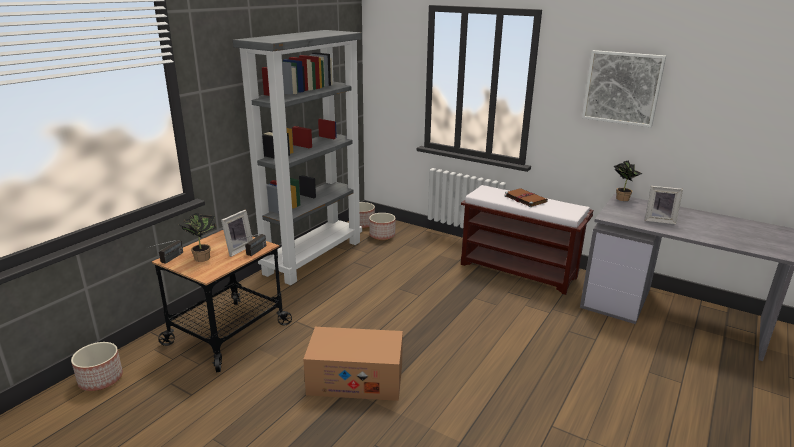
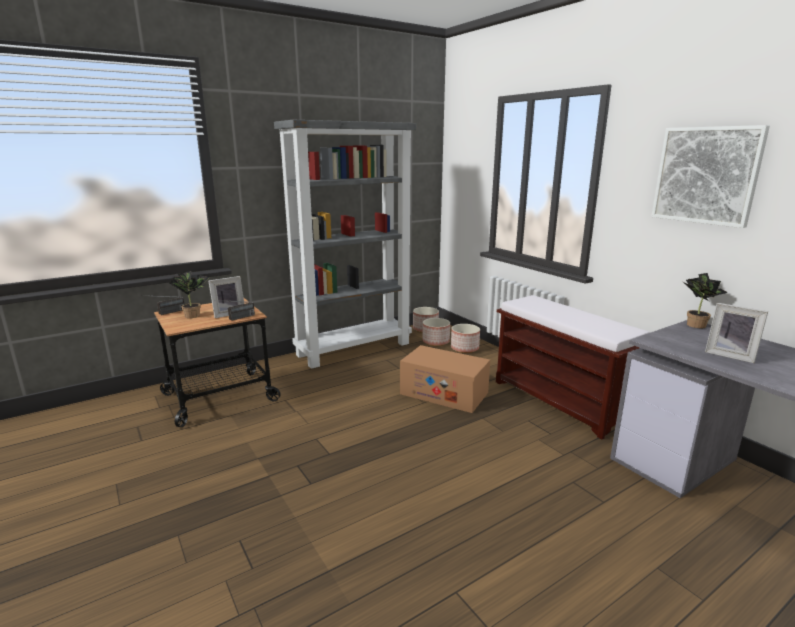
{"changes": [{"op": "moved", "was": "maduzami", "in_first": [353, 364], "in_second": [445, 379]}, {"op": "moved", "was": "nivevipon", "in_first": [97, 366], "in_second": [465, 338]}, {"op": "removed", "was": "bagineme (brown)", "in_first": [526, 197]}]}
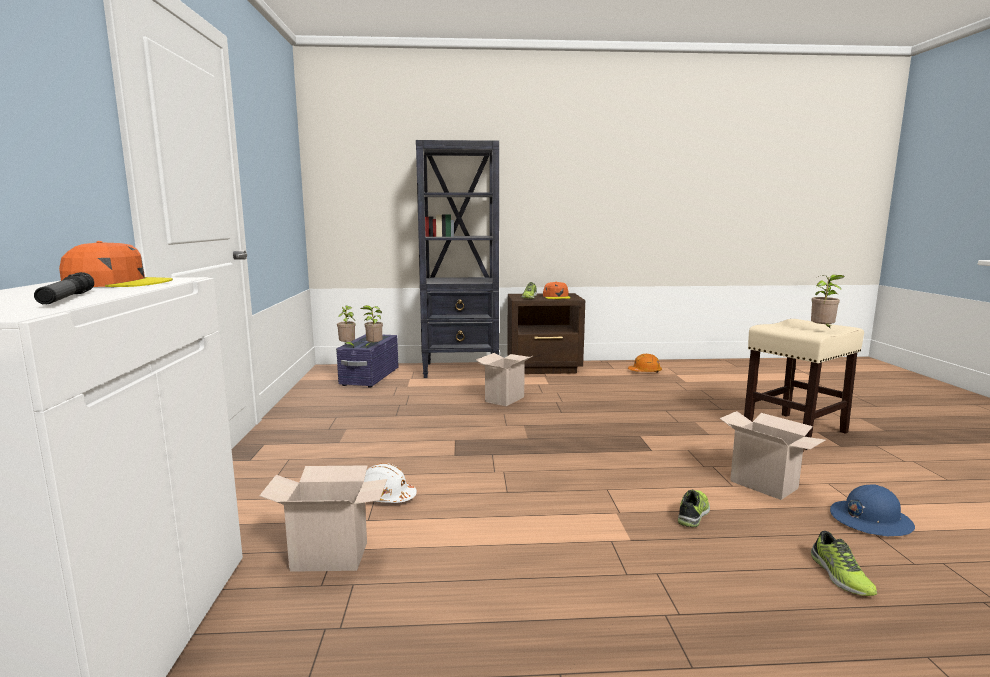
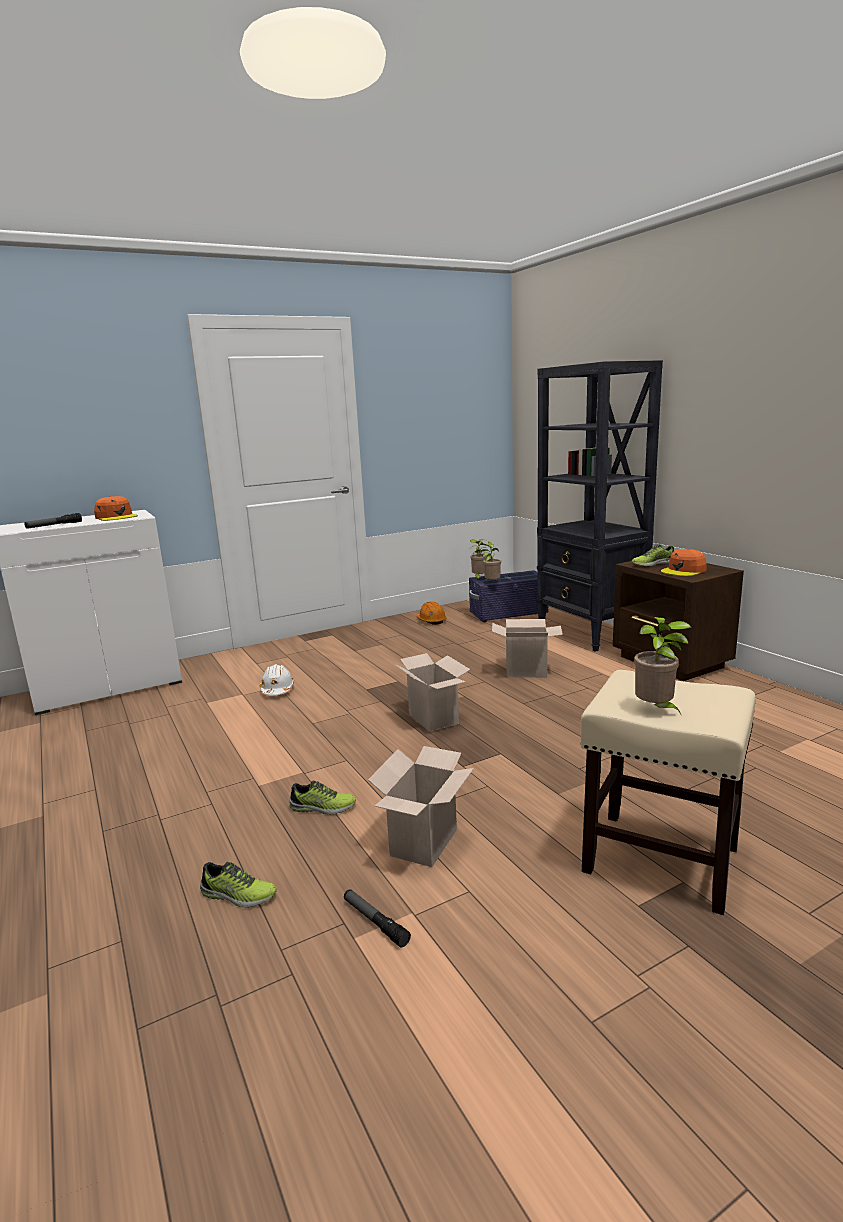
{"changes": [{"op": "turned", "was": "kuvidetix", "in_first": [844, 563], "in_second": [238, 885], "clockwise": -135}, {"op": "replaced", "was": "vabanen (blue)", "now": "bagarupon", "in_first": [872, 510], "in_second": [377, 918]}, {"op": "moved", "was": "maduzami", "in_first": [323, 518], "in_second": [432, 692]}, {"op": "moved", "was": "vabanen (orange)", "in_first": [645, 363], "in_second": [431, 613]}]}
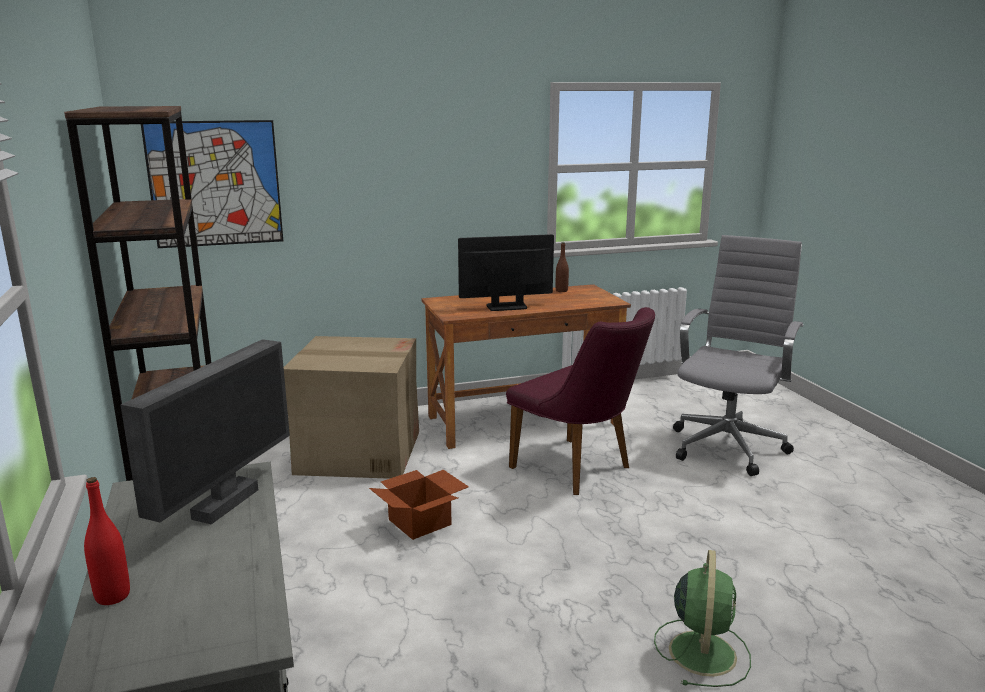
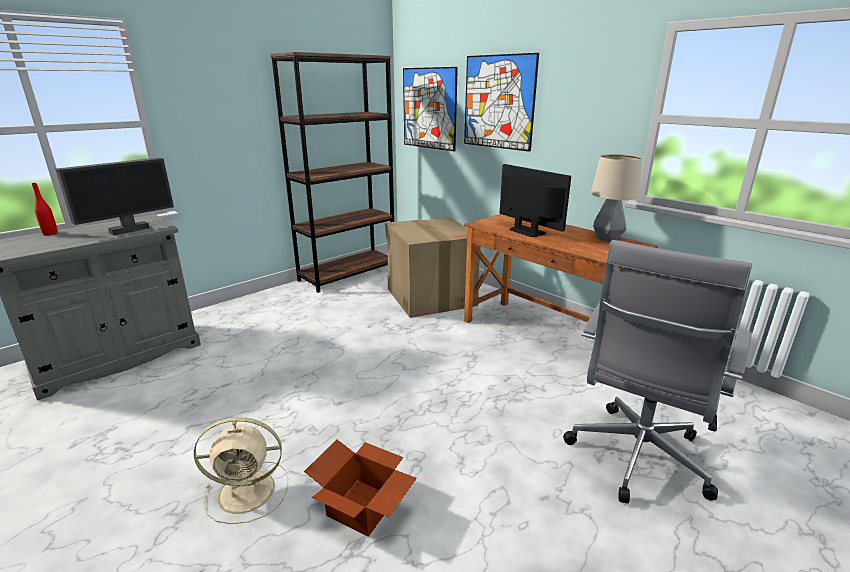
{"changes": [{"op": "turned", "was": "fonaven", "in_first": [205, 431], "in_second": [114, 197], "clockwise": -45}, {"op": "recoloured", "was": "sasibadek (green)", "now": "sasibadek (beige)", "in_first": [702, 618], "in_second": [241, 470]}, {"op": "moved", "was": "maduzami", "in_first": [419, 505], "in_second": [360, 488]}, {"op": "added", "now": "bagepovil", "in_second": [501, 102]}, {"op": "turned", "was": "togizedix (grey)", "in_first": [738, 355], "in_second": [657, 372], "clockwise": 120}, {"op": "replaced", "was": "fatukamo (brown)", "now": "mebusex", "in_first": [562, 267], "in_second": [616, 198]}, {"op": "removed", "was": "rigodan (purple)", "in_first": [580, 401]}]}
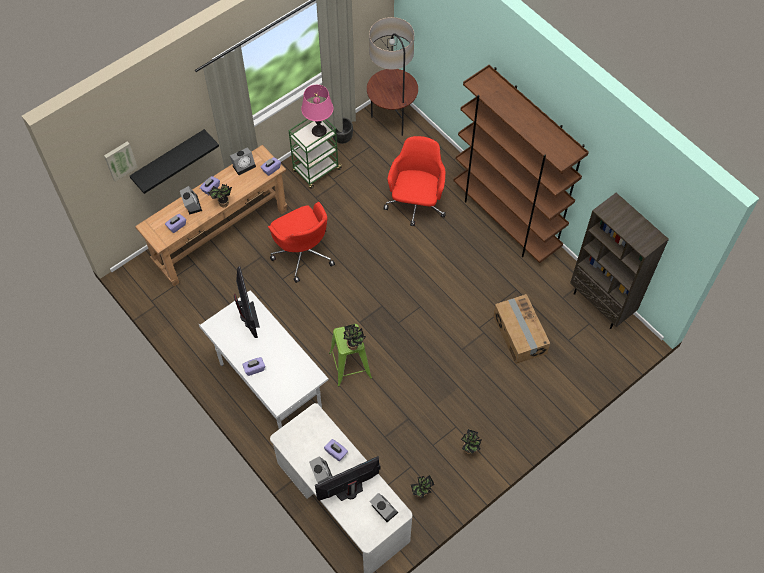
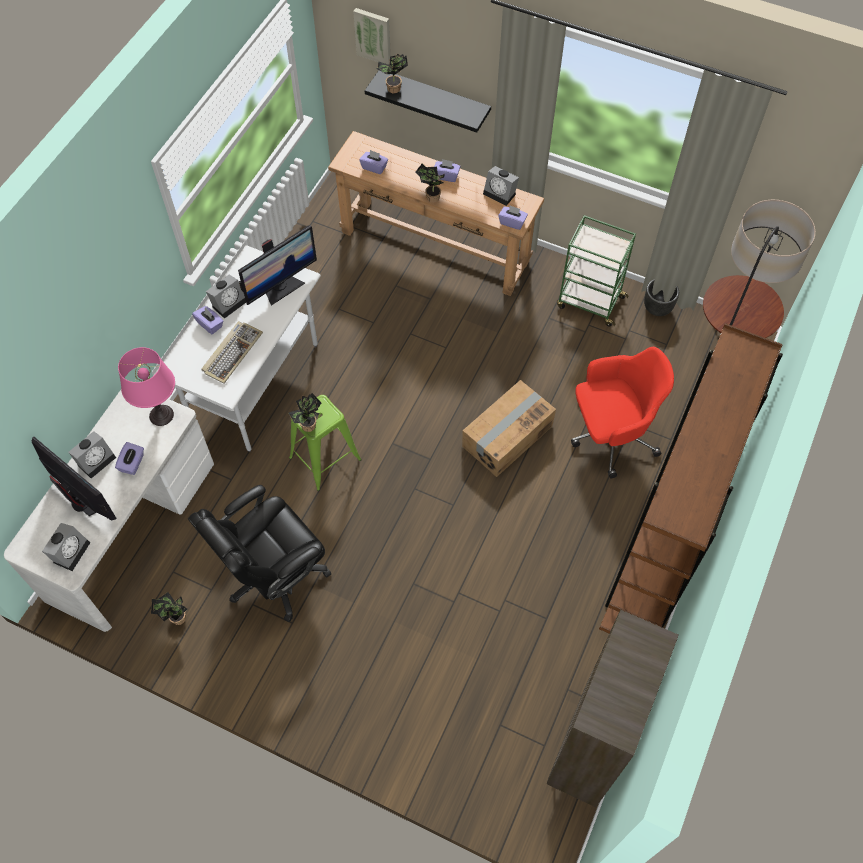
{"changes": [{"op": "moved", "was": "mebusex (pink)", "in_first": [317, 111], "in_second": [146, 386]}, {"op": "added", "now": "togizedix (black)", "in_second": [259, 553]}, {"op": "added", "now": "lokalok", "in_second": [232, 352]}, {"op": "moved", "was": "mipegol", "in_first": [191, 200], "in_second": [226, 297]}, {"op": "moved", "was": "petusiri", "in_first": [471, 441], "in_second": [392, 73]}, {"op": "moved", "was": "maduzami", "in_first": [521, 329], "in_second": [509, 428]}, {"op": "removed", "was": "togizedix (red)", "in_first": [301, 242]}]}
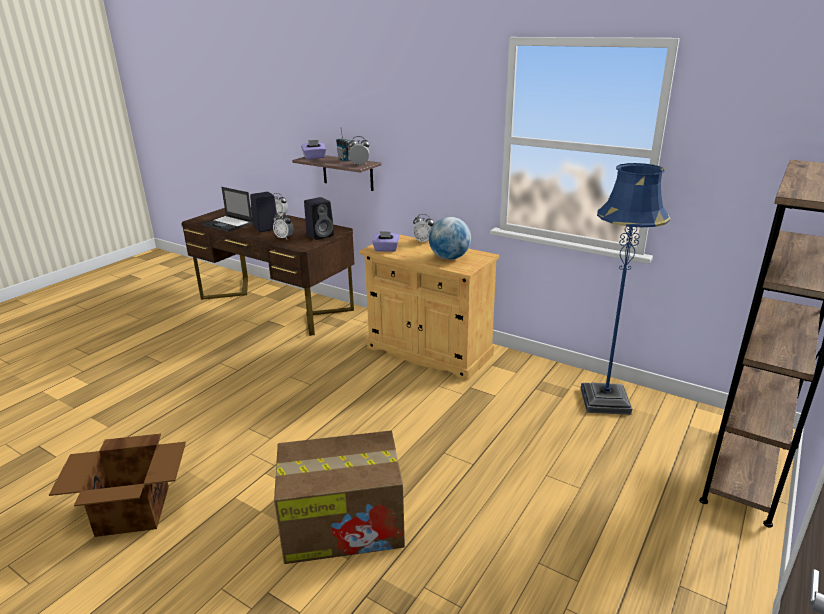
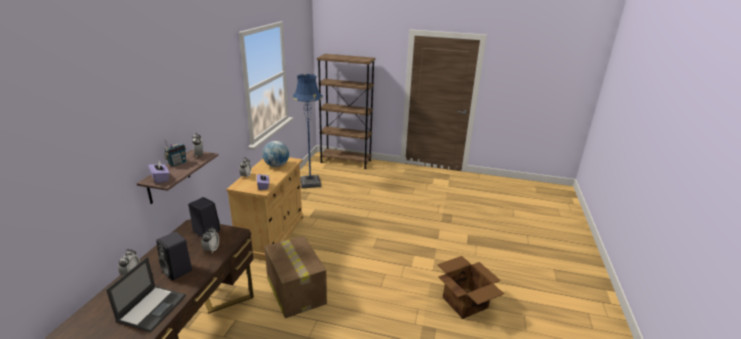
{"changes": [{"op": "moved", "was": "maduzami", "in_first": [339, 497], "in_second": [295, 277]}]}
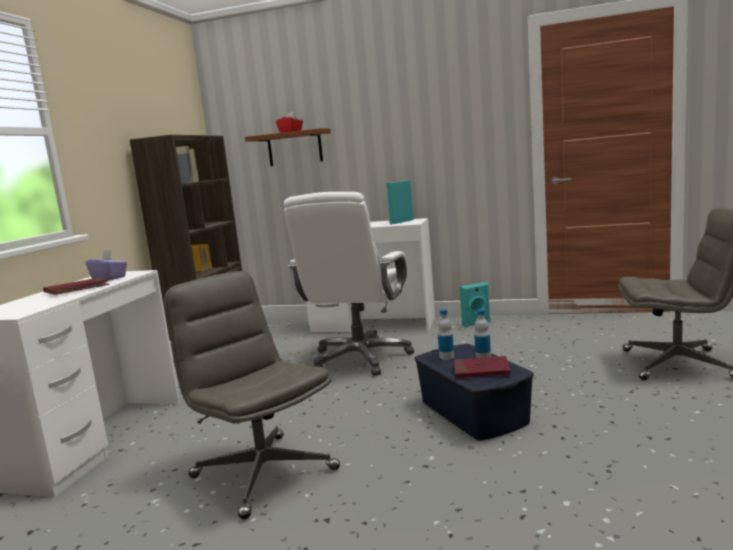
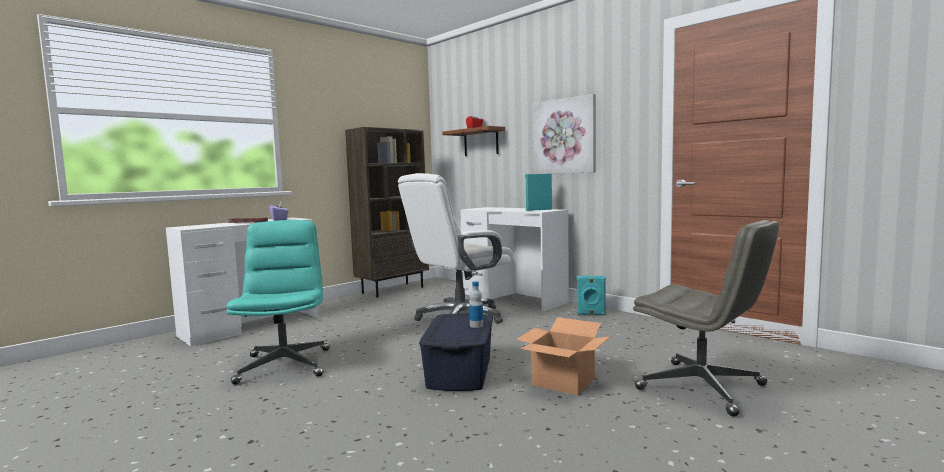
{"changes": [{"op": "recoloured", "was": "togizedix (grey)", "now": "togizedix (turquoise)", "in_first": [252, 395], "in_second": [278, 302]}, {"op": "added", "now": "maduzami", "in_second": [563, 356]}, {"op": "added", "now": "bagepovil", "in_second": [564, 134]}, {"op": "removed", "was": "fatukamo", "in_first": [446, 334]}, {"op": "removed", "was": "bagineme (red)", "in_first": [482, 367]}]}
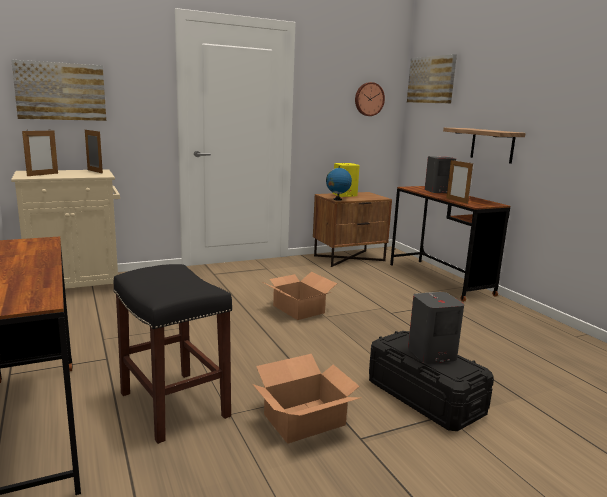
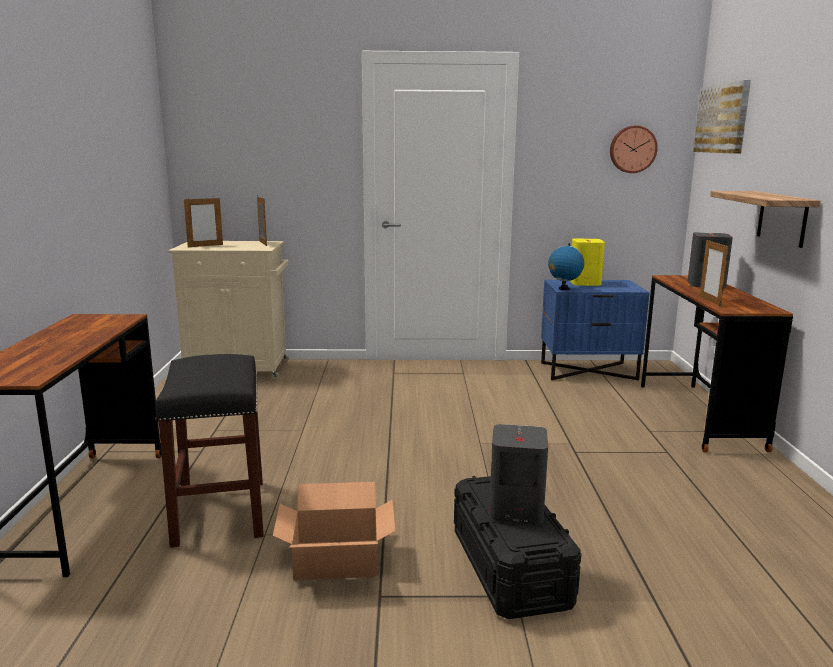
{"changes": [{"op": "recoloured", "was": "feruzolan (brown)", "now": "feruzolan (blue)", "in_first": [352, 229], "in_second": [595, 330]}, {"op": "removed", "was": "bagepovil", "in_first": [58, 90]}, {"op": "removed", "was": "maduzami", "in_first": [300, 296]}]}
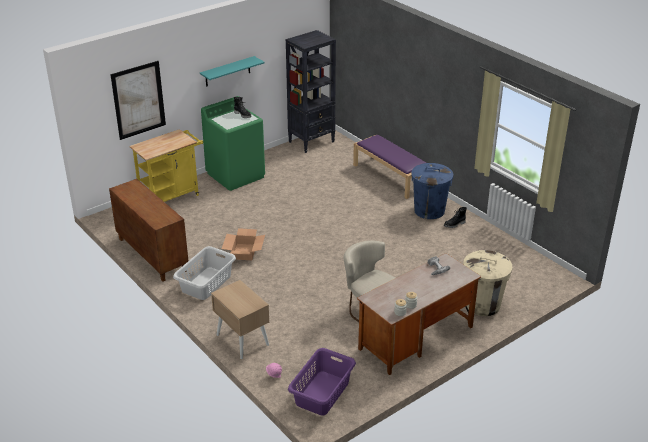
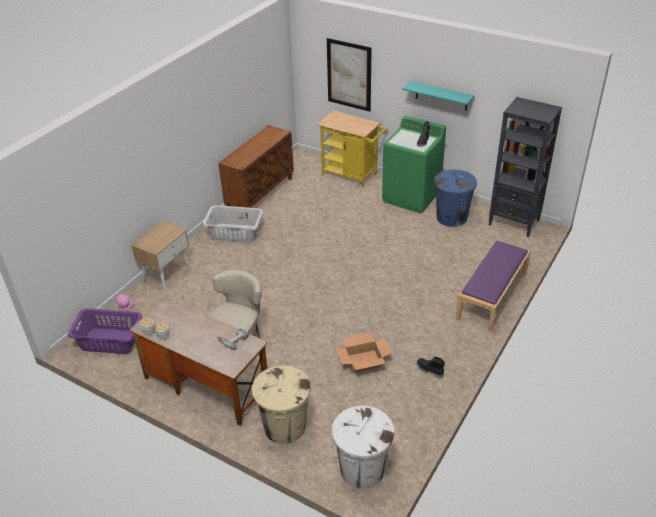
{"changes": [{"op": "added", "now": "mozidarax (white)", "in_second": [363, 447]}, {"op": "moved", "was": "maduzami", "in_first": [243, 244], "in_second": [364, 353]}, {"op": "moved", "was": "mozidarax (blue)", "in_first": [432, 191], "in_second": [455, 198]}]}
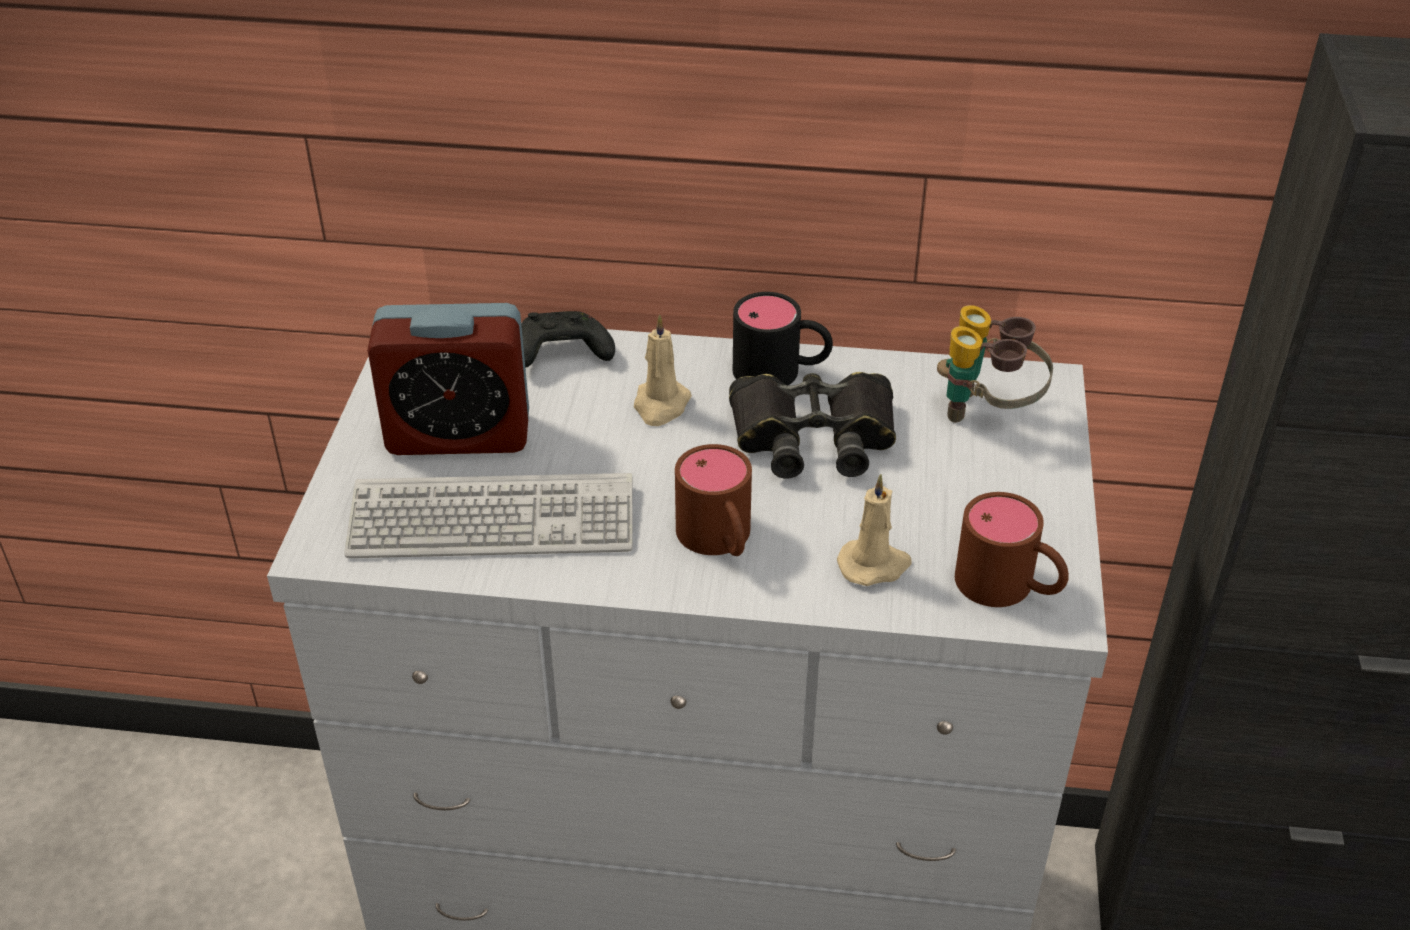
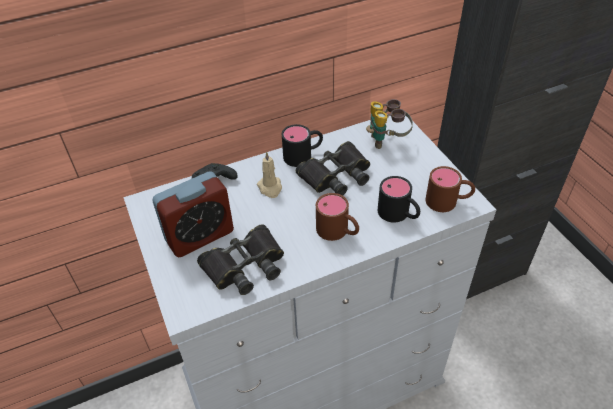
{"changes": [{"op": "replaced", "was": "lokalok", "now": "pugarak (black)", "in_first": [488, 515], "in_second": [240, 259]}, {"op": "replaced", "was": "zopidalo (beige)", "now": "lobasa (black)", "in_first": [874, 530], "in_second": [399, 199]}]}
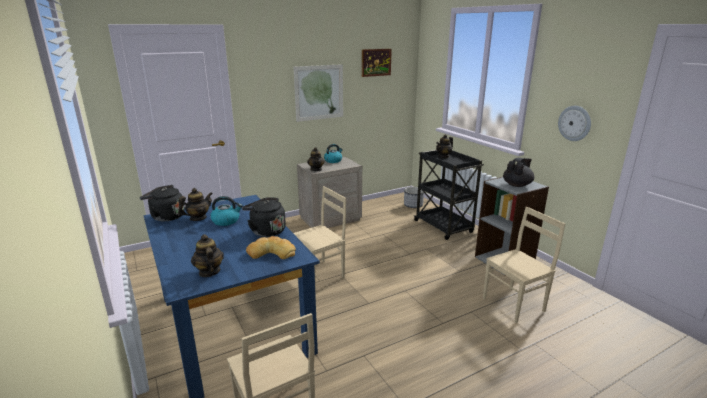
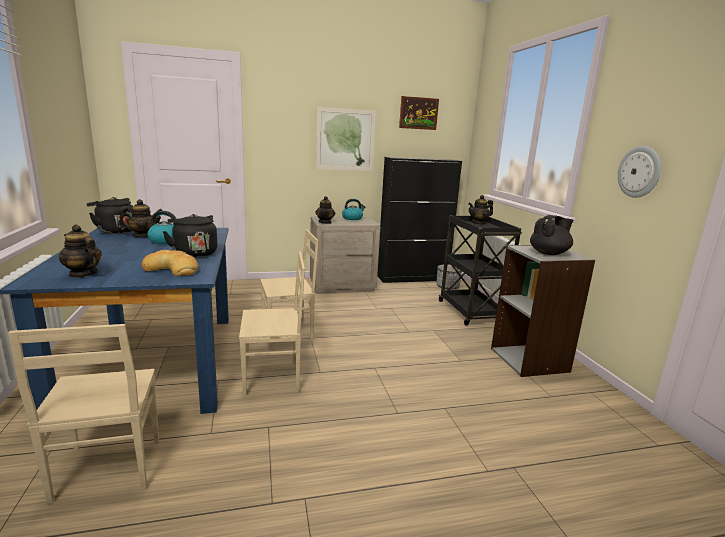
{"changes": [{"op": "turned", "was": "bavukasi", "in_first": [207, 255], "in_second": [80, 251], "clockwise": -45}, {"op": "moved", "was": "rigodan (beige)", "in_first": [524, 265], "in_second": [272, 323]}, {"op": "added", "now": "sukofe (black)", "in_second": [419, 220]}]}
